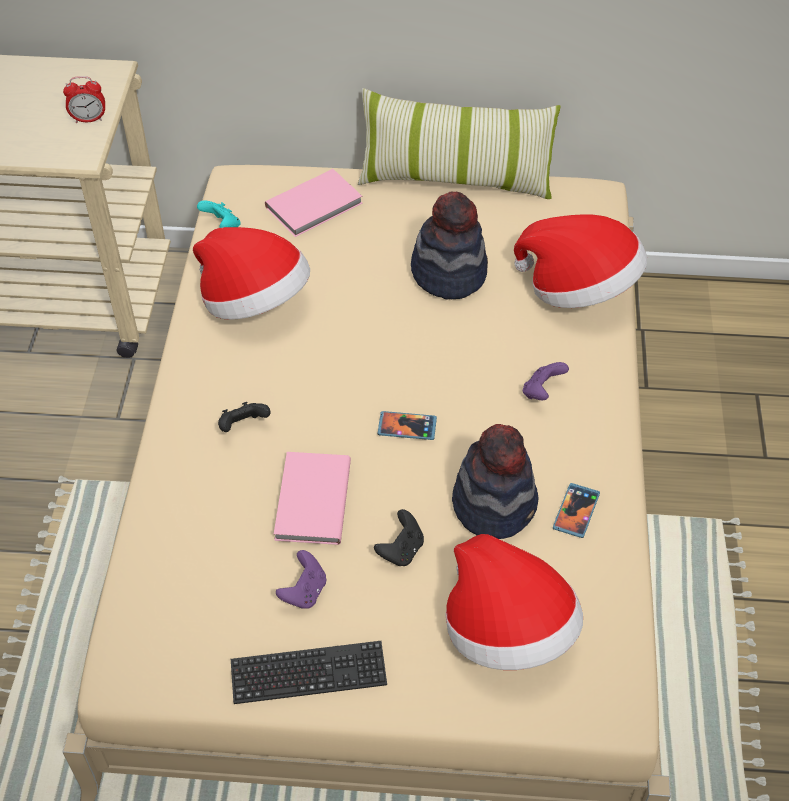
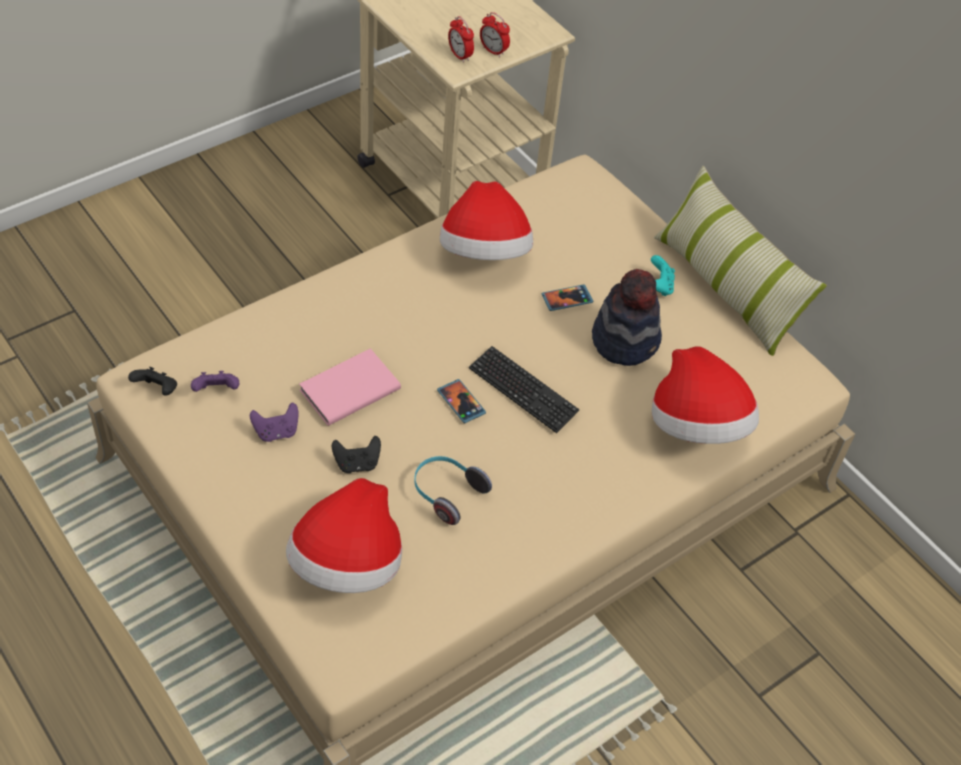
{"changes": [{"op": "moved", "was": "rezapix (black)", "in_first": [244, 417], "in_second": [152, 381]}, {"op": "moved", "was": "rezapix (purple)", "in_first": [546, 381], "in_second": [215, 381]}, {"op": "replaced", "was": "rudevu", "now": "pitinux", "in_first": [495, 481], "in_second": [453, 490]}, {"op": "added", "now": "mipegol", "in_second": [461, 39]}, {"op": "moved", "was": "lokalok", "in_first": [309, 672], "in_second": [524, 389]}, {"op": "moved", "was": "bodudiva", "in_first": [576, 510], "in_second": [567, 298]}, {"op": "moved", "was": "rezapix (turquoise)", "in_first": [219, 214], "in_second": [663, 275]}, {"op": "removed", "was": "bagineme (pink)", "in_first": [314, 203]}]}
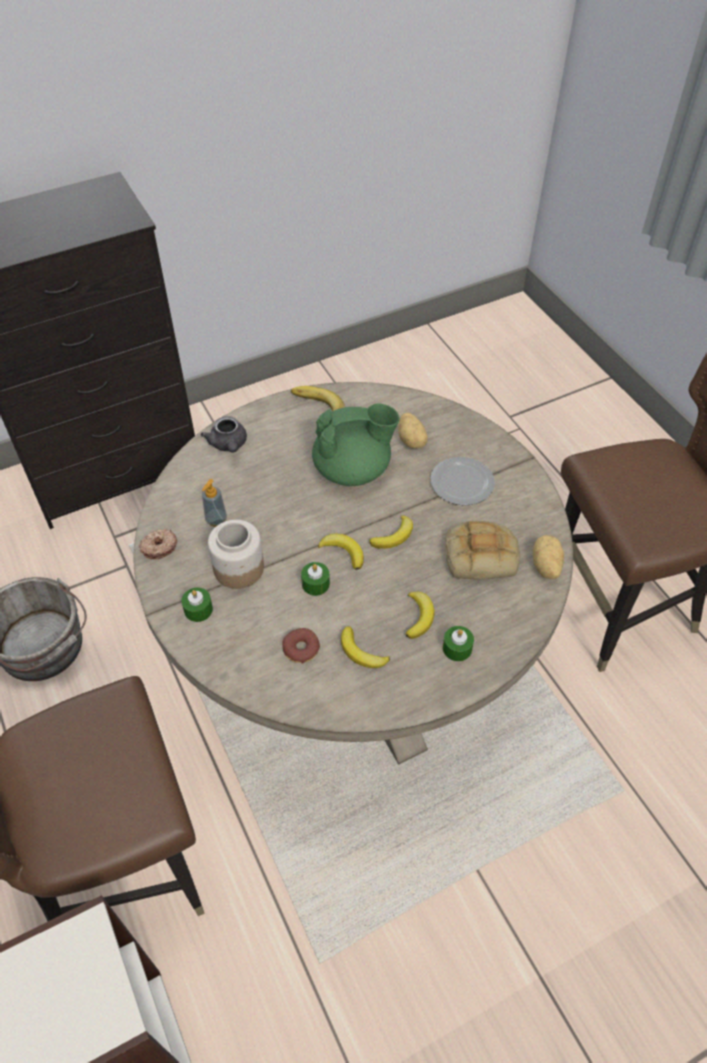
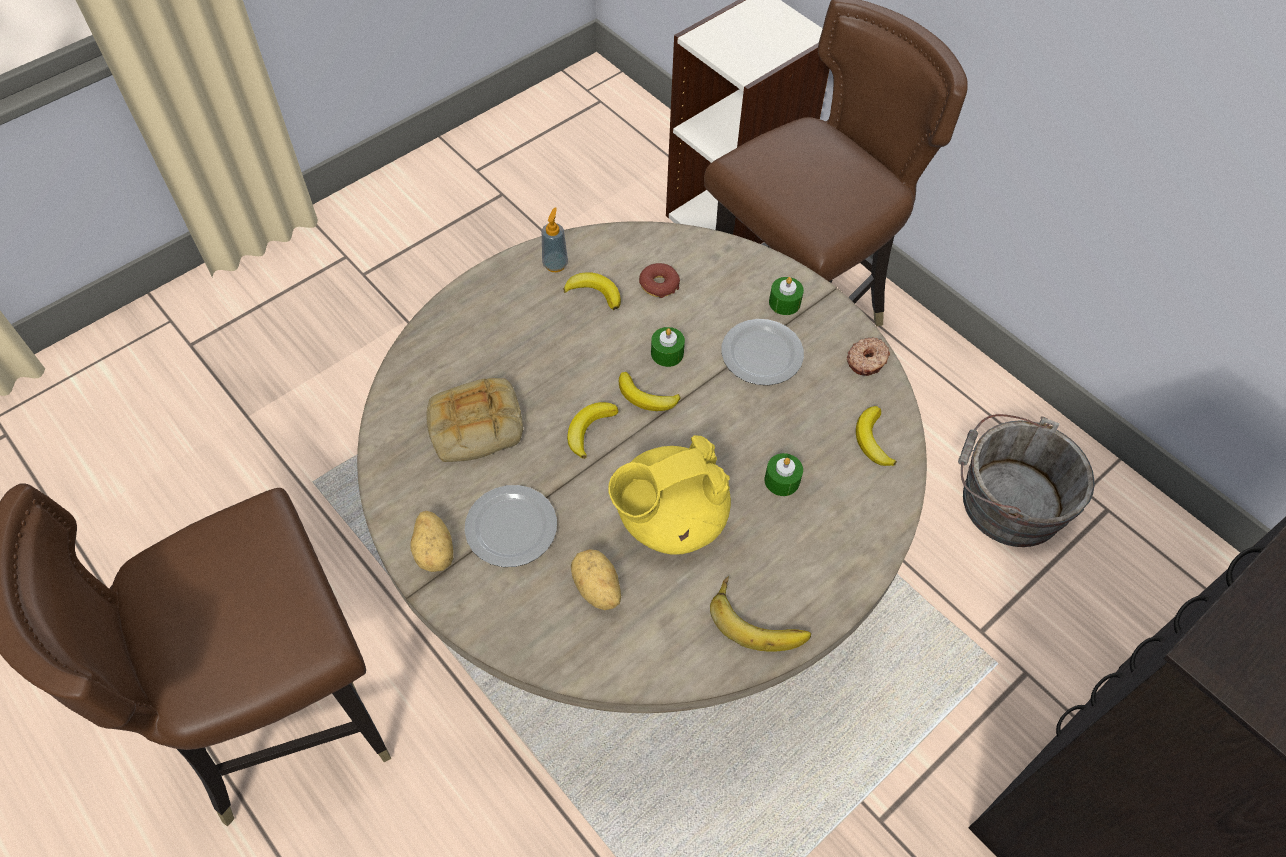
{"changes": [{"op": "moved", "was": "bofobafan", "in_first": [548, 557], "in_second": [431, 541]}, {"op": "moved", "was": "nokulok", "in_first": [214, 503], "in_second": [555, 239]}, {"op": "recoloured", "was": "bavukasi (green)", "now": "bavukasi (yellow)", "in_first": [356, 444], "in_second": [669, 495]}, {"op": "replaced", "was": "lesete", "now": "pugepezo", "in_first": [236, 554], "in_second": [762, 352]}, {"op": "moved", "was": "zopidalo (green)", "in_first": [458, 643], "in_second": [784, 474]}, {"op": "moved", "was": "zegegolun", "in_first": [420, 615], "in_second": [876, 436]}, {"op": "removed", "was": "bavukasi (grey)", "in_first": [224, 434]}]}
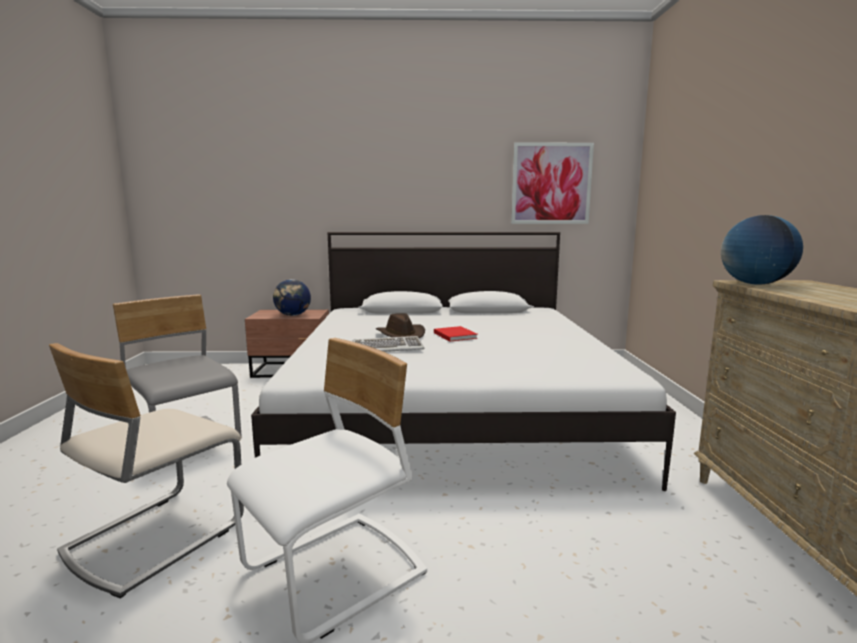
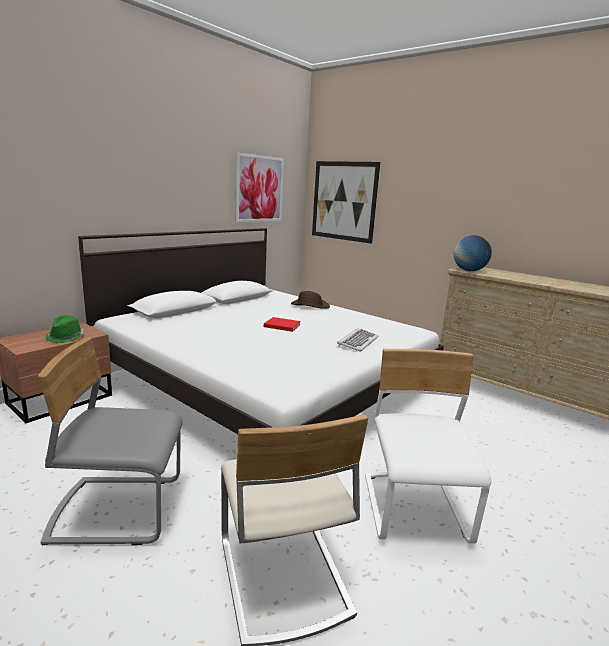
{"changes": [{"op": "replaced", "was": "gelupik", "now": "rudevu (green)", "in_first": [292, 297], "in_second": [65, 329]}, {"op": "moved", "was": "rudevu (brown)", "in_first": [400, 325], "in_second": [310, 300]}, {"op": "added", "now": "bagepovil", "in_second": [346, 202]}, {"op": "moved", "was": "lokalok", "in_first": [388, 344], "in_second": [358, 339]}]}
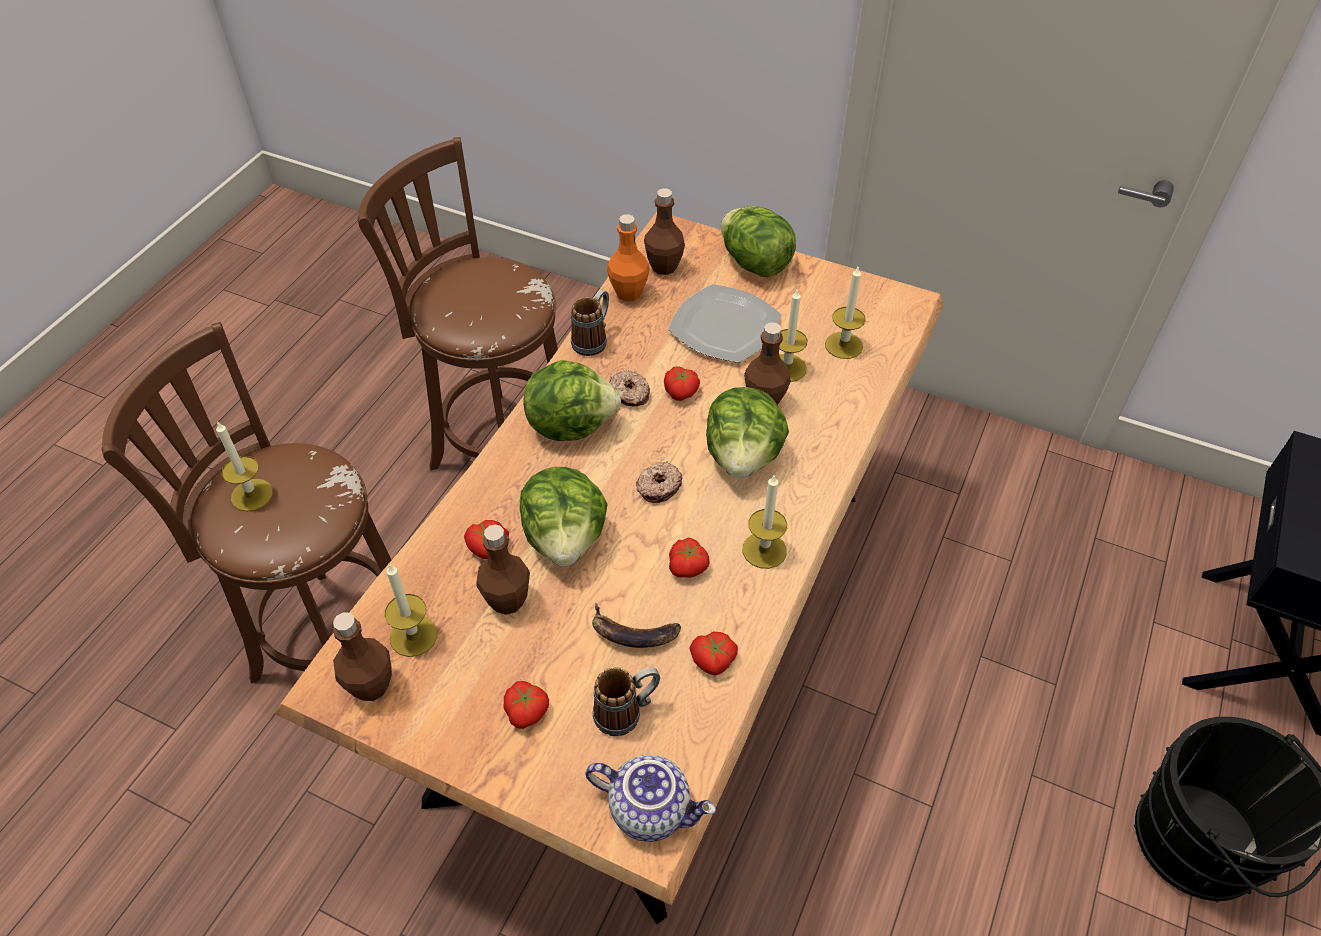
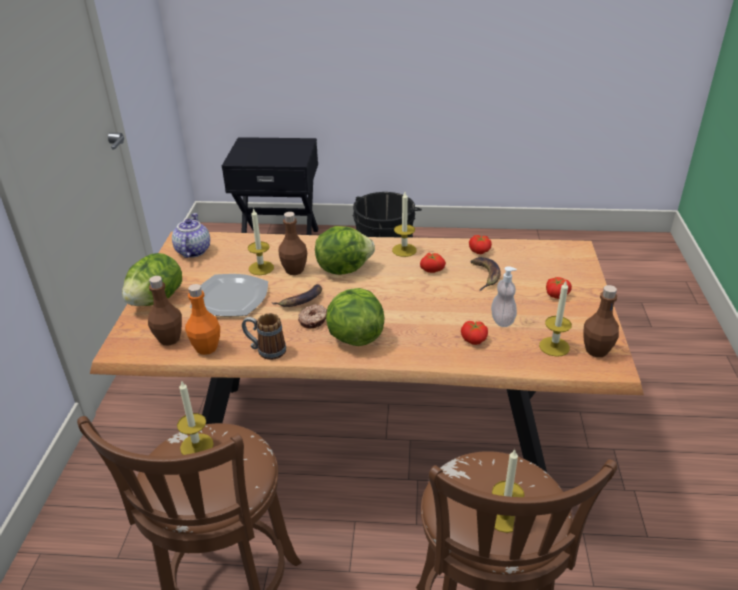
{"changes": [{"op": "moved", "was": "bavukasi", "in_first": [650, 798], "in_second": [191, 235]}, {"op": "moved", "was": "zopidalo", "in_first": [845, 312], "in_second": [195, 417]}, {"op": "replaced", "was": "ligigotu", "now": "zegegolun", "in_first": [682, 383], "in_second": [297, 295]}, {"op": "replaced", "was": "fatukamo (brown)", "now": "nokulok", "in_first": [503, 569], "in_second": [504, 296]}, {"op": "removed", "was": "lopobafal", "in_first": [564, 516]}, {"op": "removed", "was": "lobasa", "in_first": [626, 701]}, {"op": "removed", "was": "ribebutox", "in_first": [659, 482]}]}
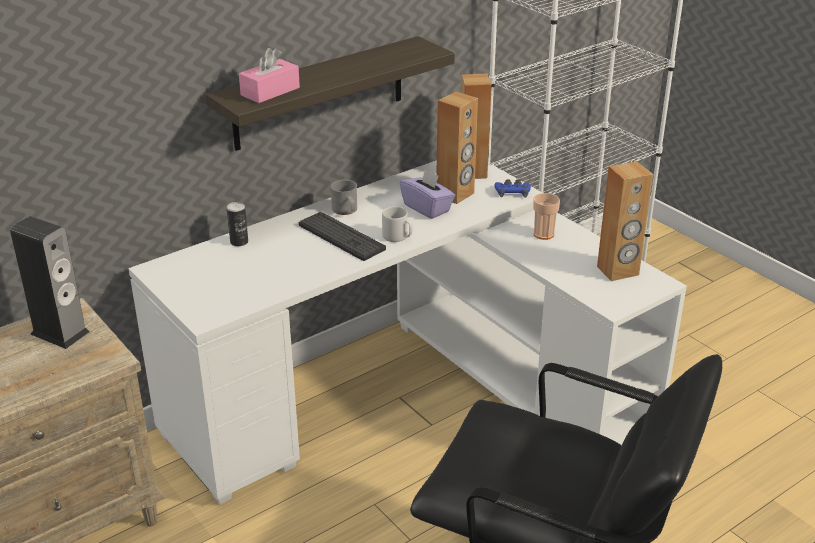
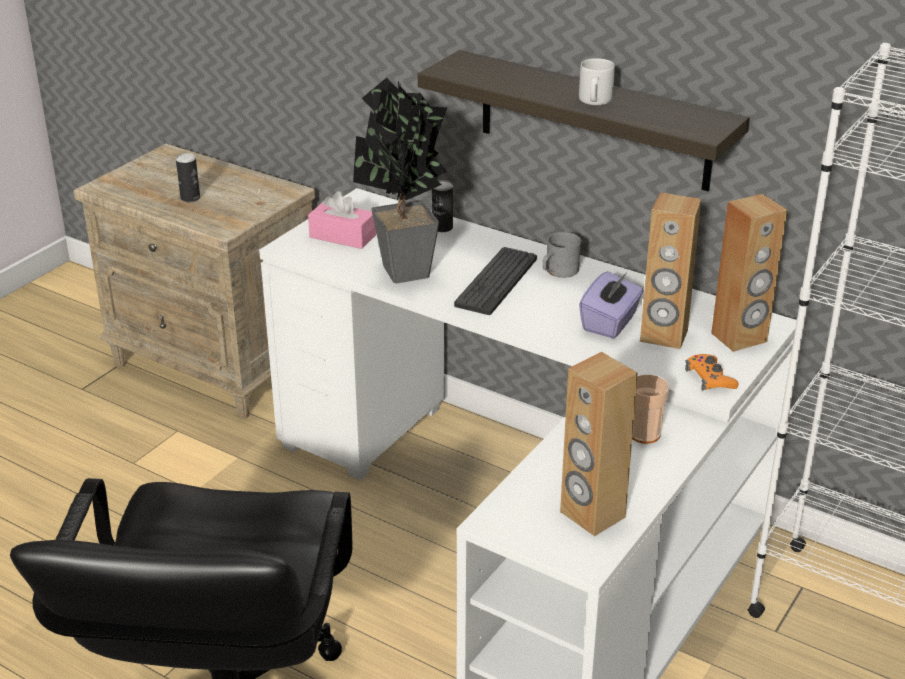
{"changes": [{"op": "added", "now": "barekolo", "in_second": [188, 177]}, {"op": "moved", "was": "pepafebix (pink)", "in_first": [269, 75], "in_second": [342, 220]}, {"op": "added", "now": "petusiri", "in_second": [400, 180]}, {"op": "moved", "was": "lobasa (grey)", "in_first": [397, 224], "in_second": [597, 81]}, {"op": "recoloured", "was": "rezapix (blue)", "now": "rezapix (orange)", "in_first": [513, 188], "in_second": [712, 372]}, {"op": "removed", "was": "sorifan", "in_first": [49, 282]}]}
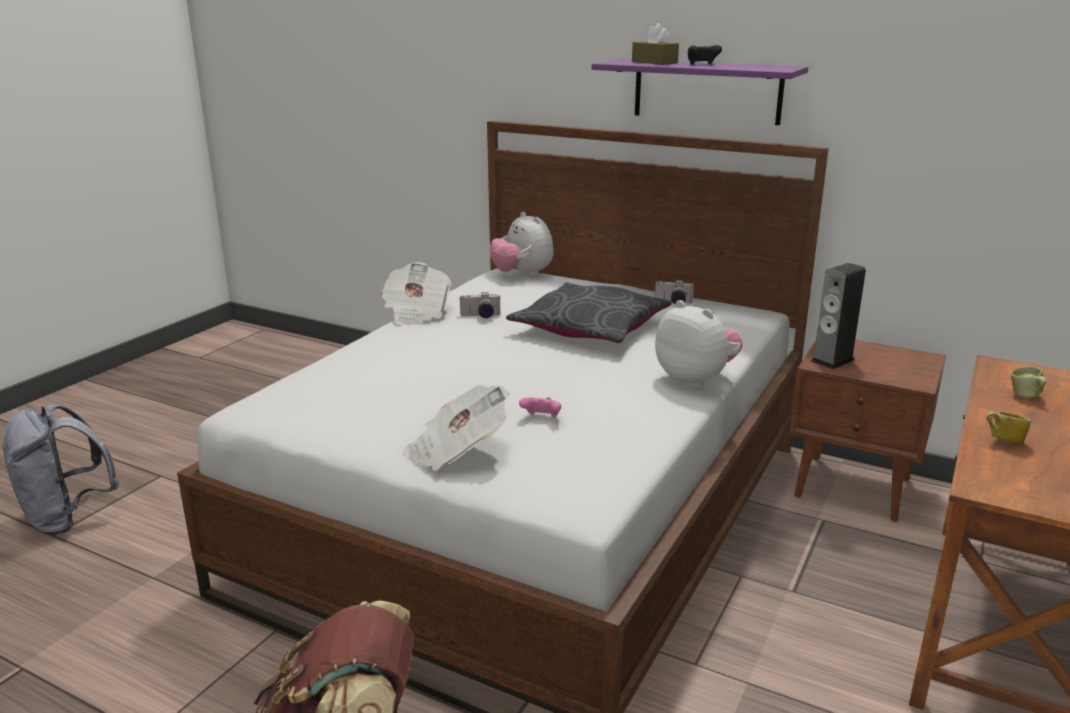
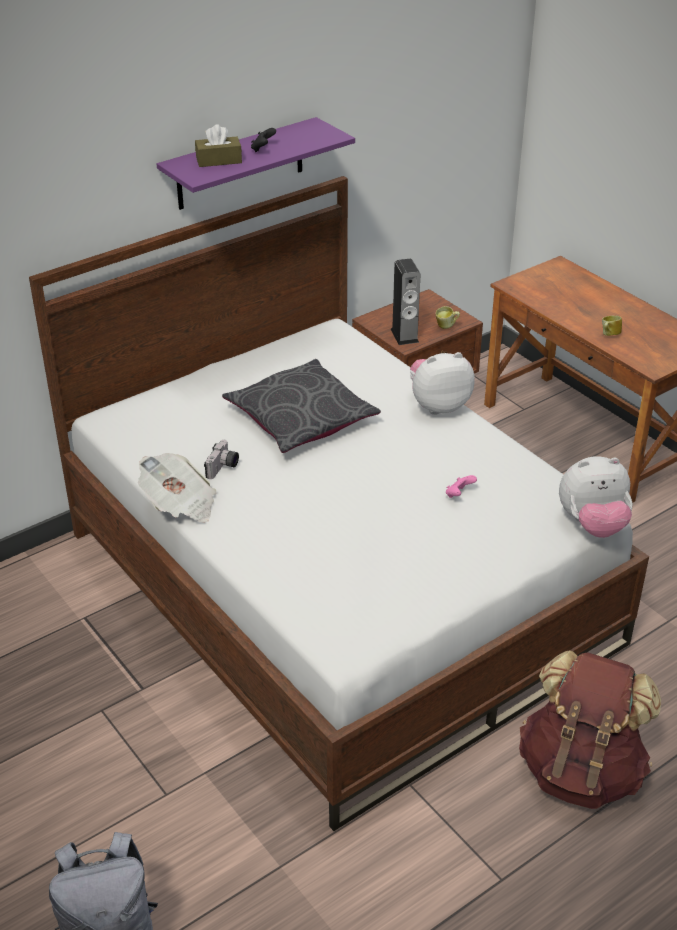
{"changes": [{"op": "moved", "was": "lobasa", "in_first": [1029, 382], "in_second": [447, 317]}, {"op": "moved", "was": "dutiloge", "in_first": [522, 244], "in_second": [596, 497]}, {"op": "removed", "was": "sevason", "in_first": [455, 428]}, {"op": "removed", "was": "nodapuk", "in_first": [674, 292]}]}
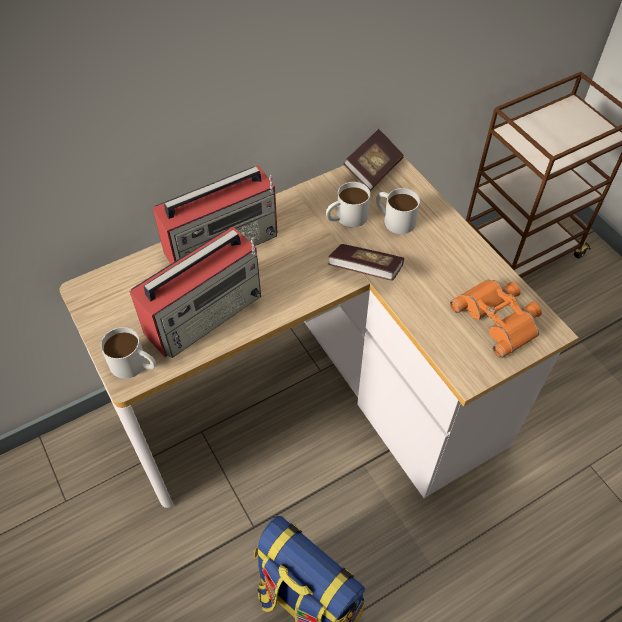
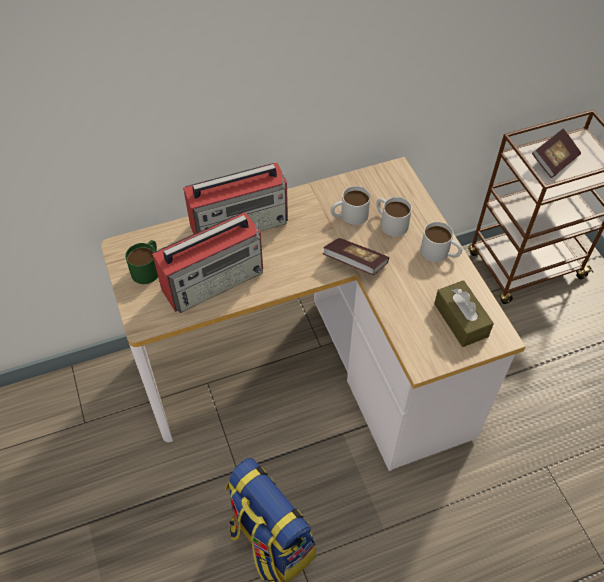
{"changes": [{"op": "added", "now": "lobasa (green)", "in_second": [141, 262]}, {"op": "moved", "was": "lobasa (white)", "in_first": [128, 353], "in_second": [441, 242]}, {"op": "replaced", "was": "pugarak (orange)", "now": "pepafebix (brown)", "in_first": [496, 319], "in_second": [464, 313]}, {"op": "moved", "was": "bagineme", "in_first": [373, 159], "in_second": [556, 153]}]}
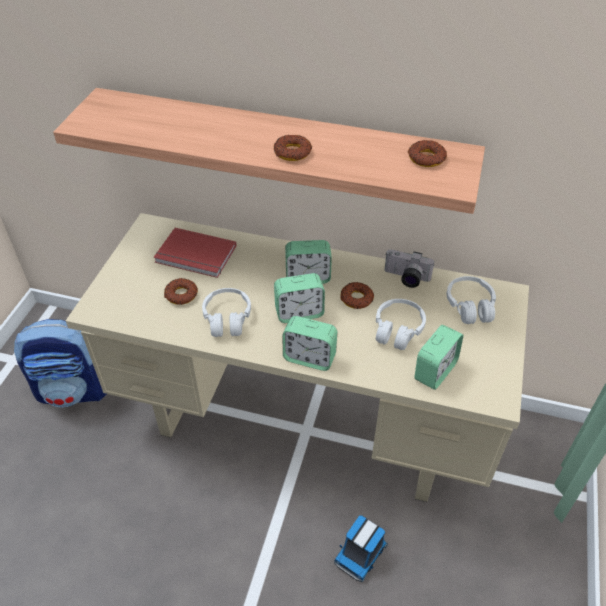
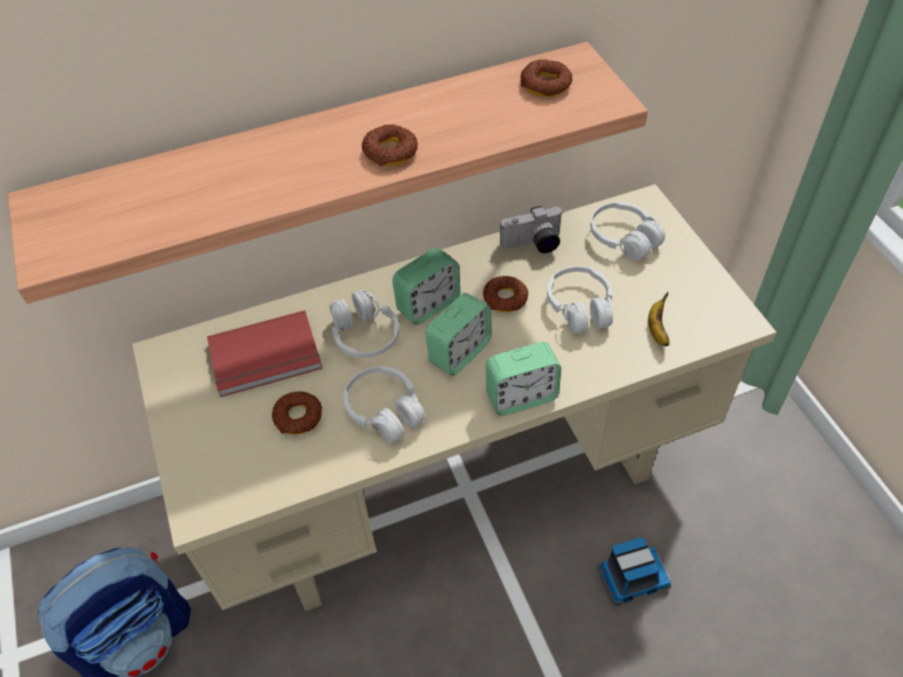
{"changes": [{"op": "added", "now": "pitinux (white)", "in_second": [364, 324]}, {"op": "turned", "was": "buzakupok", "in_first": [361, 548], "in_second": [634, 571], "clockwise": -105}, {"op": "replaced", "was": "mipegol", "now": "zegegolun", "in_first": [438, 357], "in_second": [659, 319]}]}
